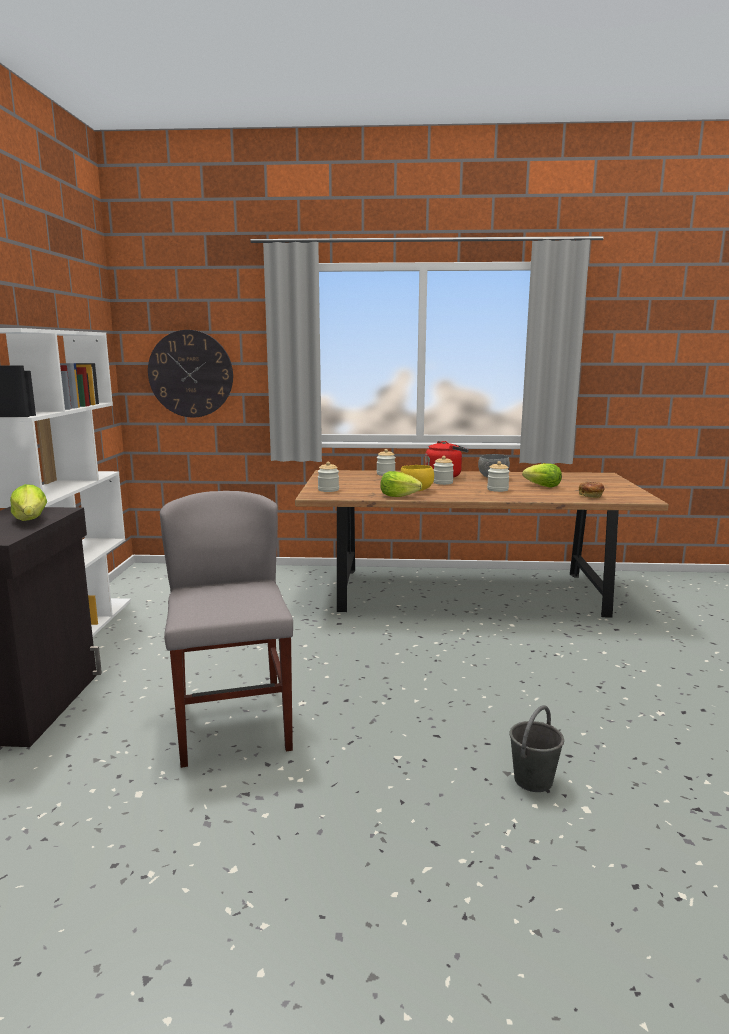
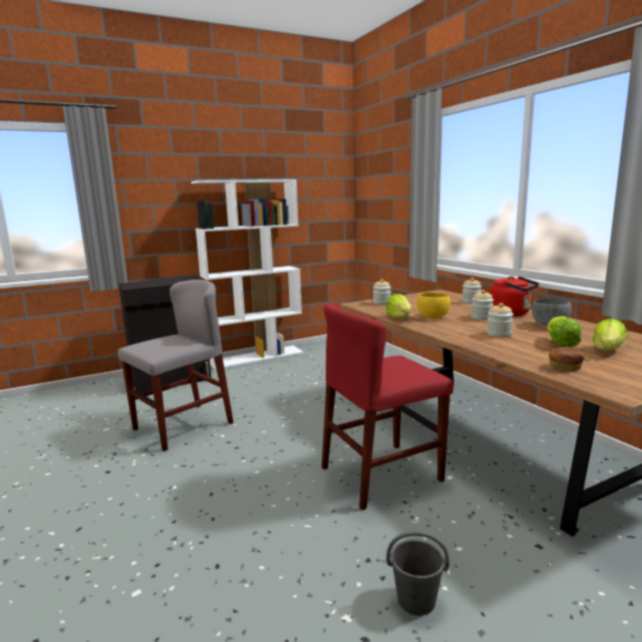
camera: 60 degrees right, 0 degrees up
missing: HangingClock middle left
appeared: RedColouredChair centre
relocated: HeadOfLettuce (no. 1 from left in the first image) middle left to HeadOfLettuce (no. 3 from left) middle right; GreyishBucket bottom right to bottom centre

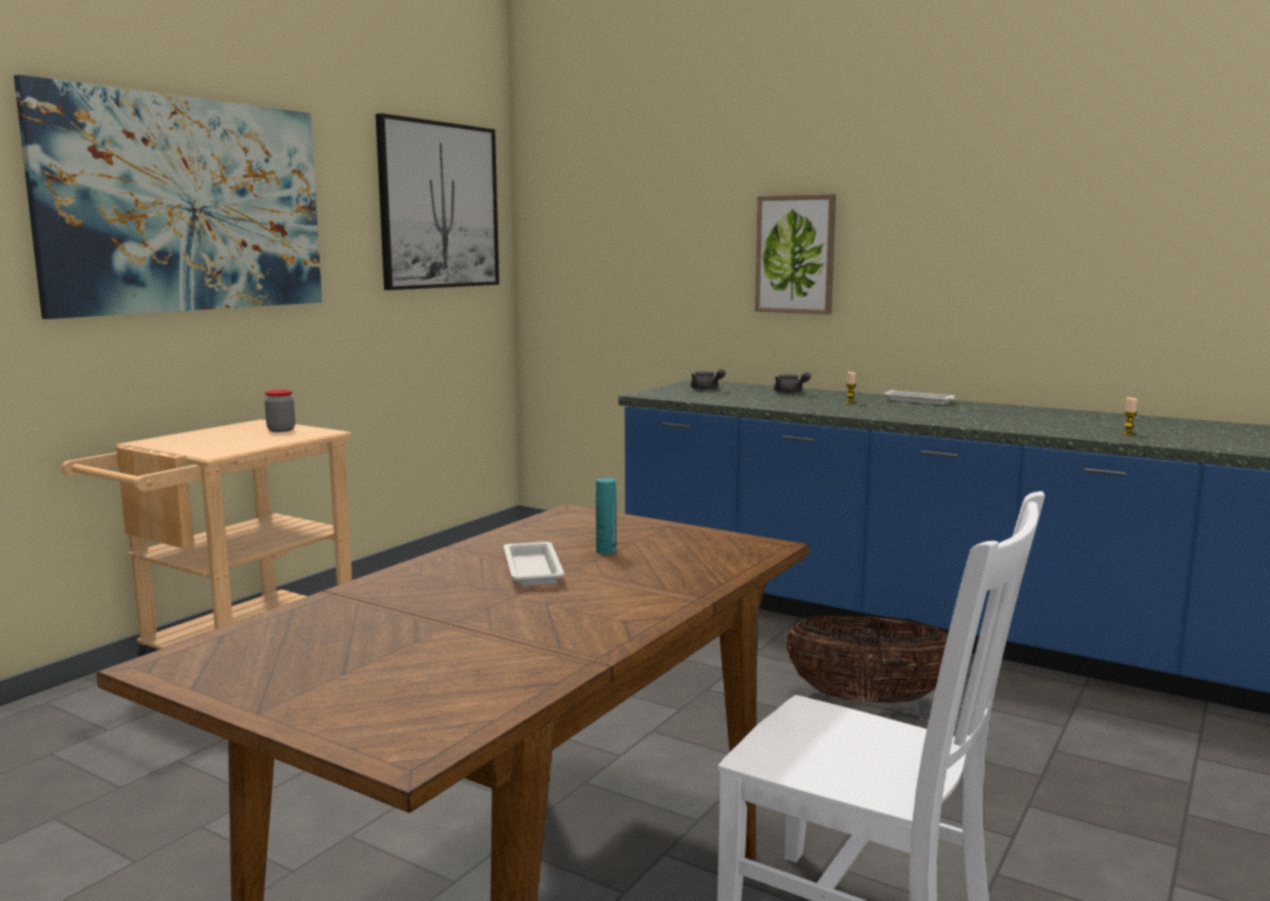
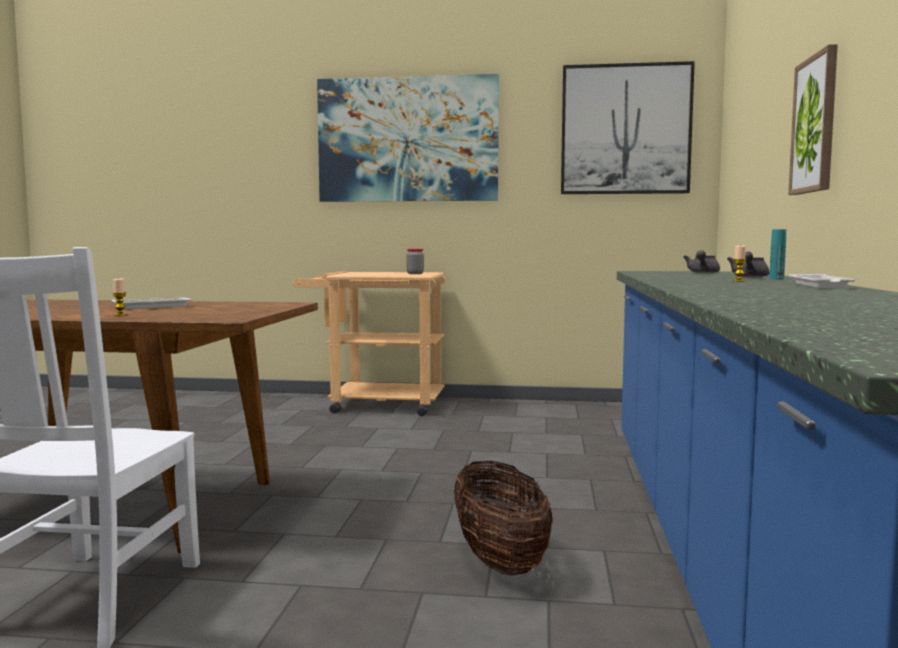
camera: 65 degrees right, 5 degrees down
relocated: TurquoiseBottle centre to middle right; Candle (no. 2 from left in the first image) middle right to Candle (no. 1 from left) middle left

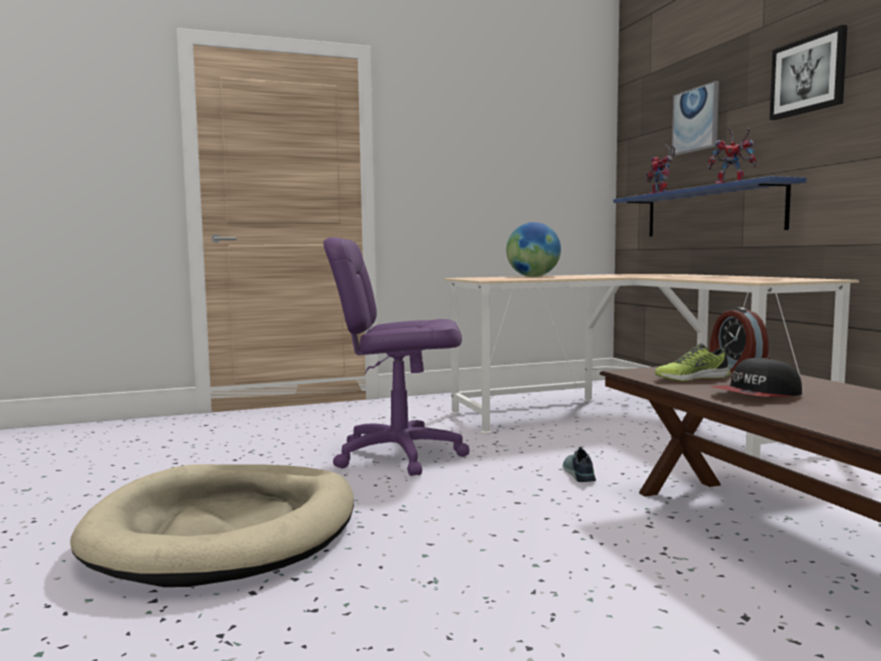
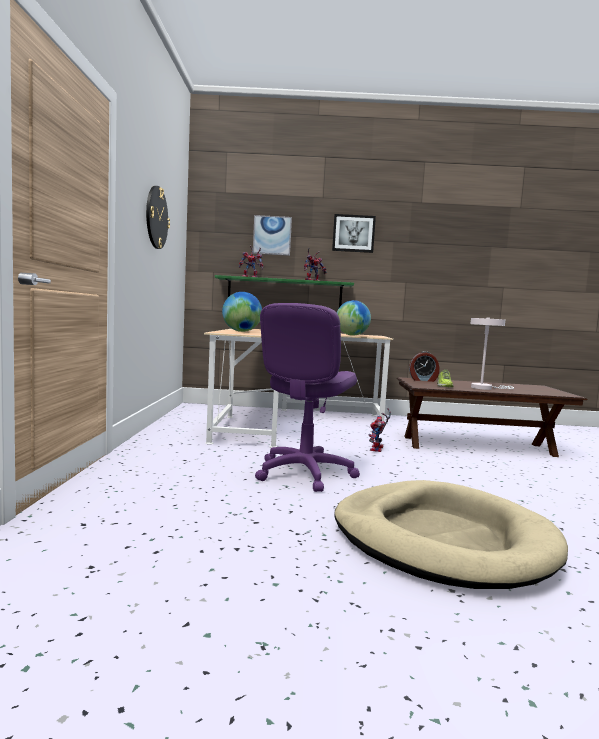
camera: 70 degrees left, 0 degrees up
appeared: HangingClock top left; Globe (no. 2 from left) centre
exchanged: Shoe (no. 1 from left) bottom centre to ModelRobot (no. 3 from left) centre; PeakedCap middle right to WhiteColouredTableLamp middle right
colour: BlueWallShelf top right to GreenWallShelf centre

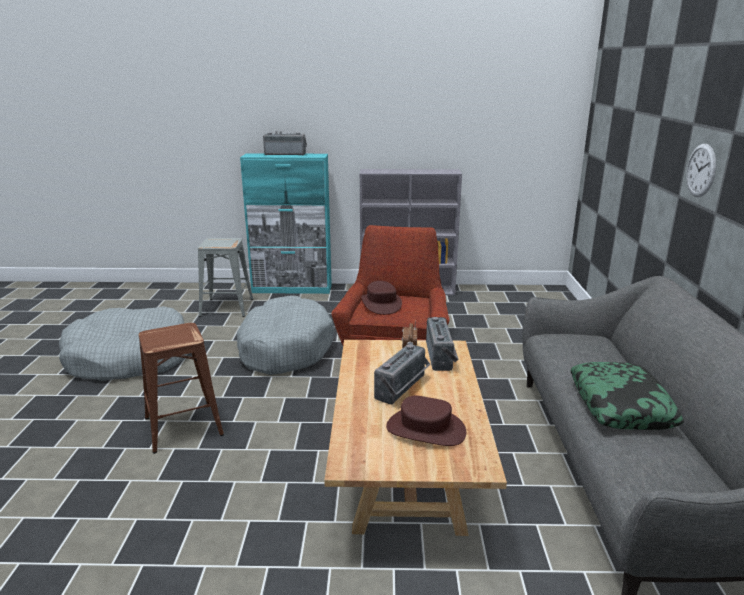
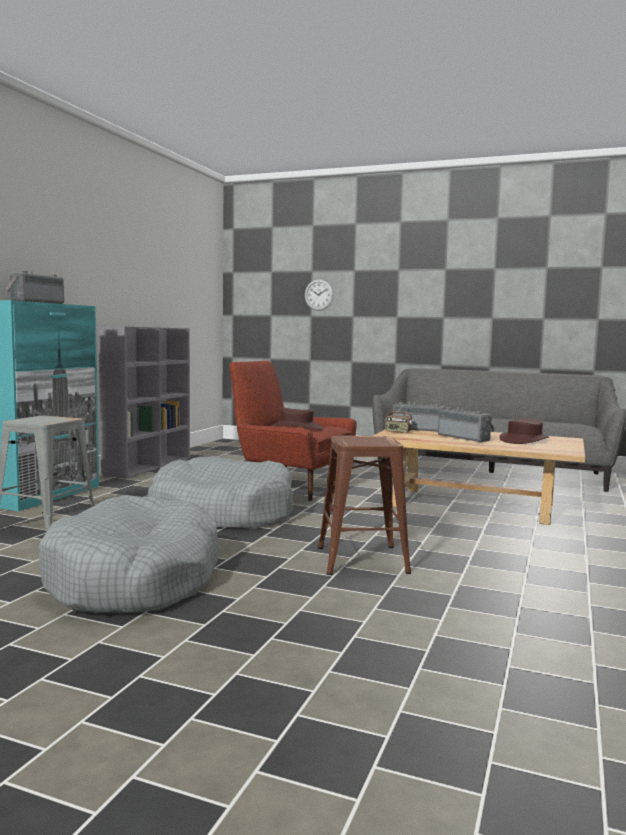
camera: 70 degrees left, 15 degrees down
missing: Cushion middle right
relocated: HangingClock top right to centre

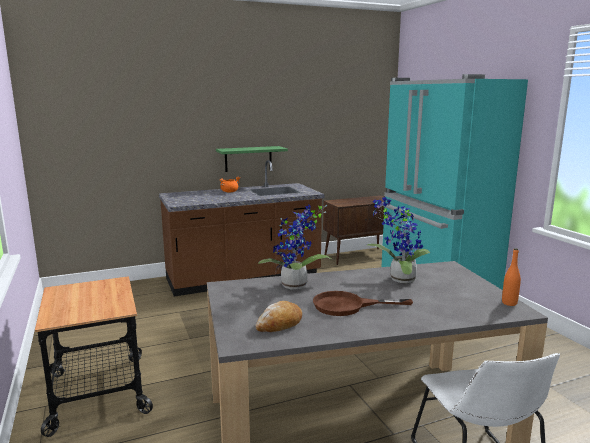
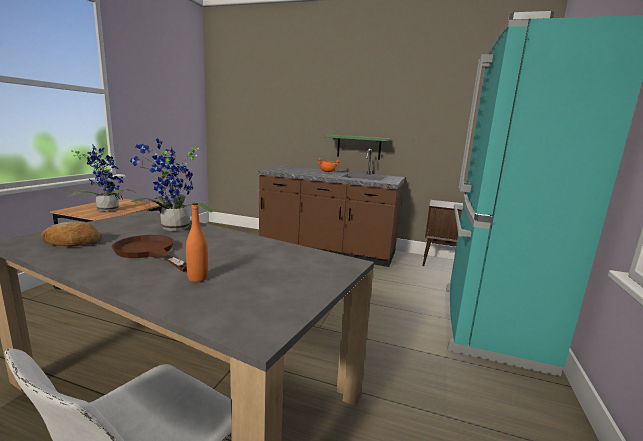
camera: 40 degrees right, 0 degrees up
relocated: PottedPlant (no. 2 from left in the first image) middle right to PottedPlant (no. 1 from left) middle left; OrangeBottle middle right to middle left

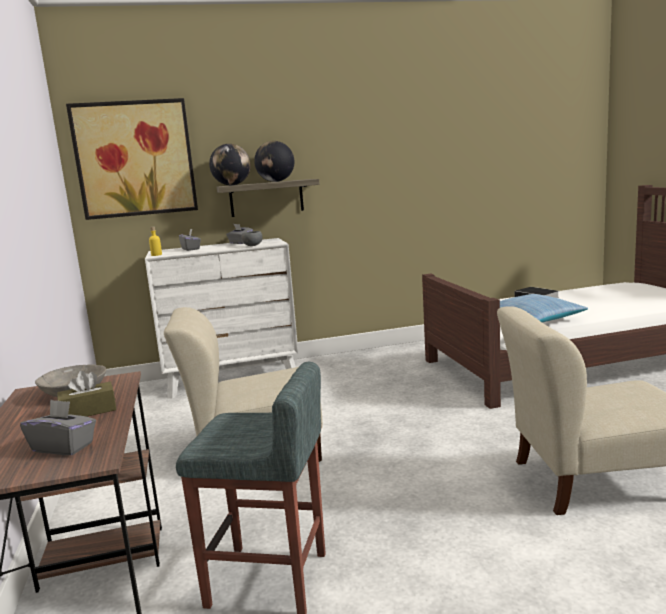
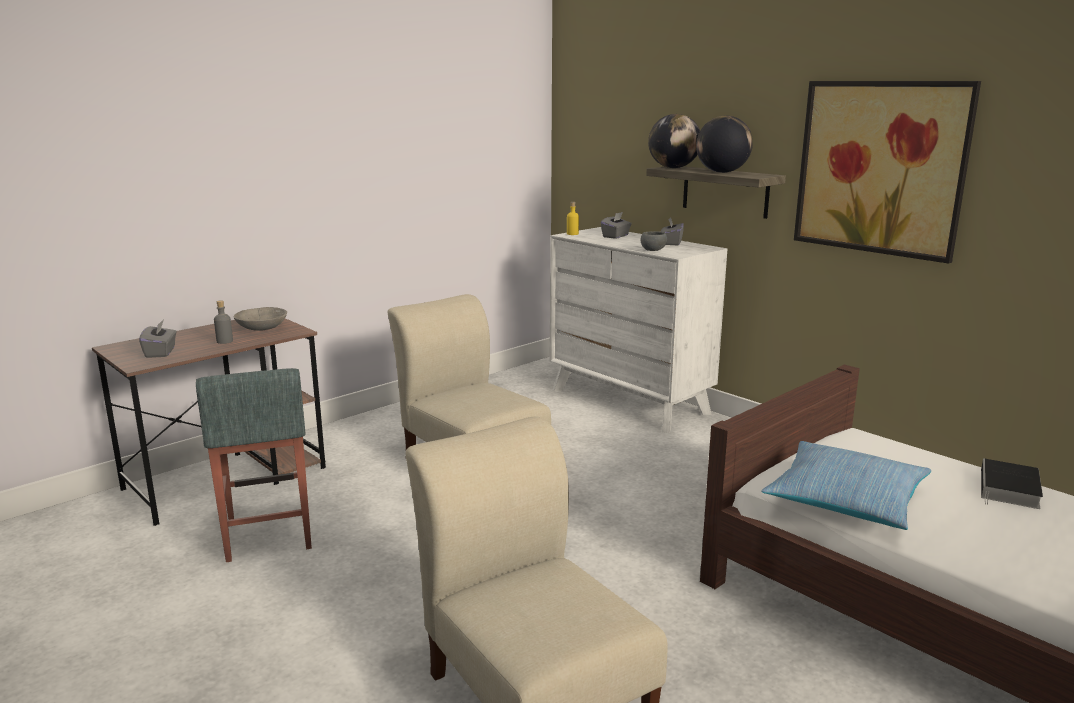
camera: 60 degrees right, 5 degrees up
relocated: WallPicture top left to top right
exchanged: BrownishTissueBox middle left to GreyishBottle middle left

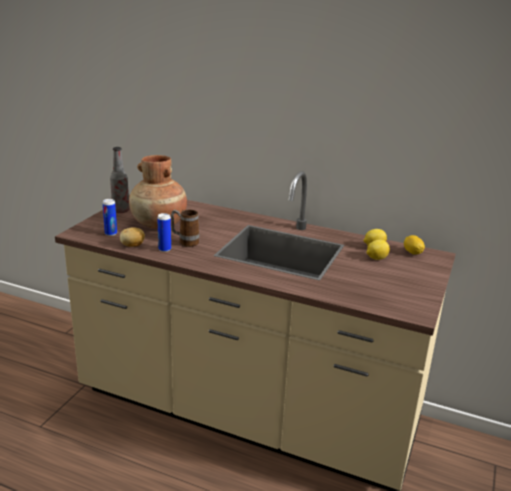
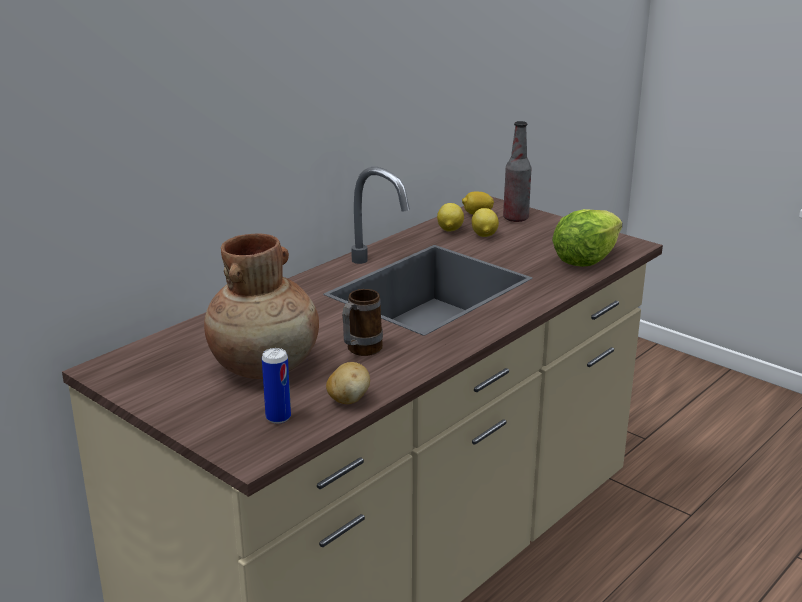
camera: 70 degrees left, 0 degrees up
missing: SealedCan (no. 2 from left) middle left
appeared: HeadOfLettuce middle right
relocated: Bottle middle left to top centre

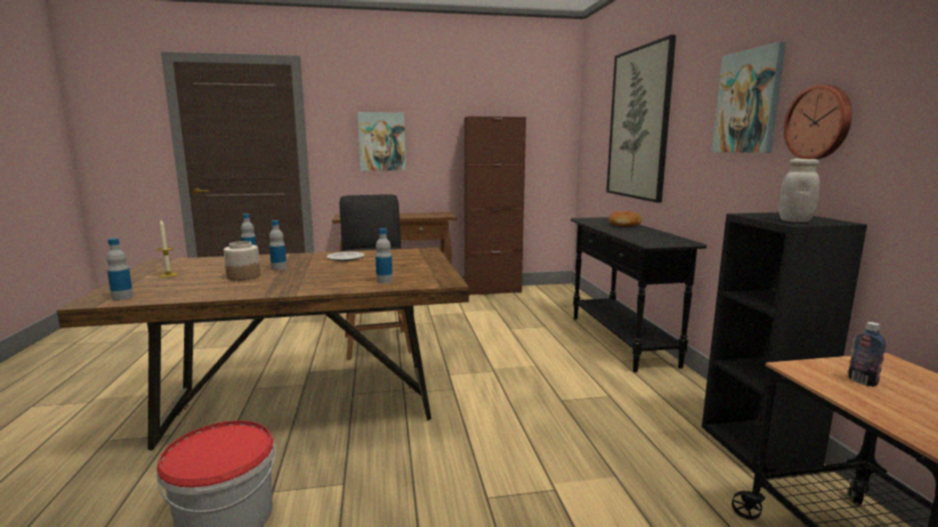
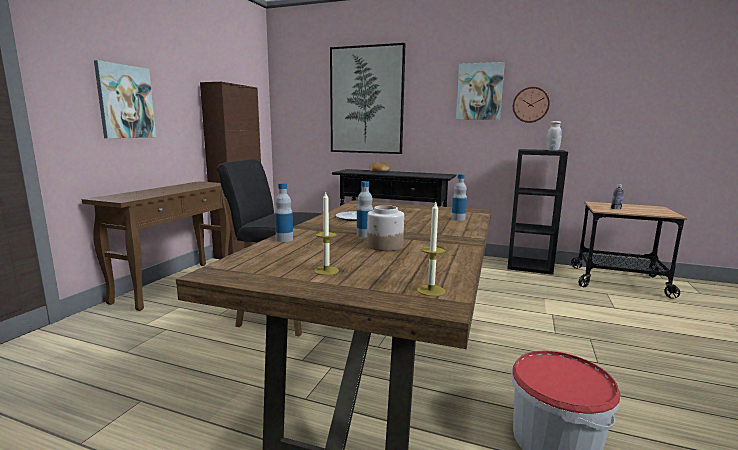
camera: 60 degrees left, 0 degrees up
exchanged: Bottle (no. 1 from left) middle left to Candle (no. 2 from left) centre

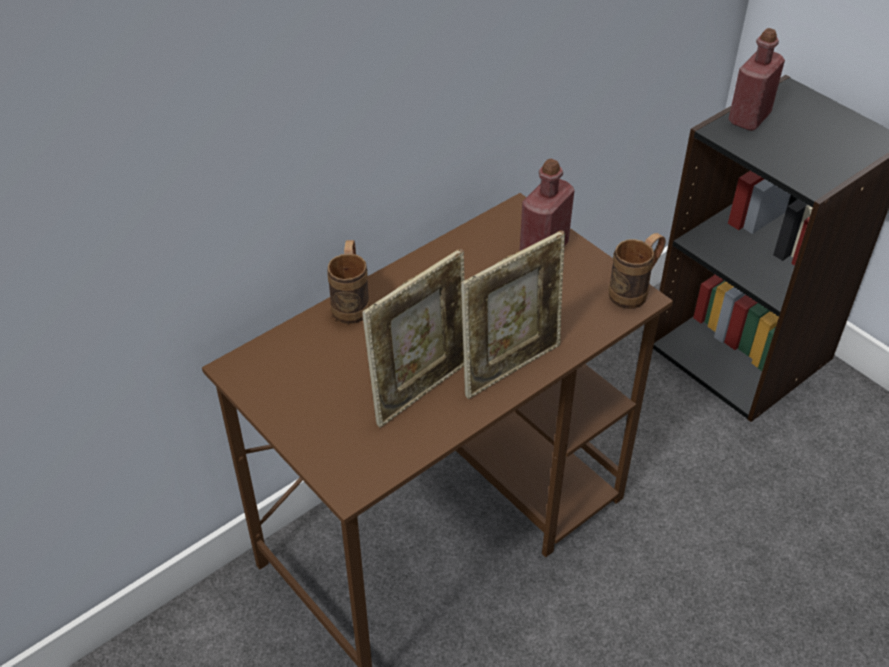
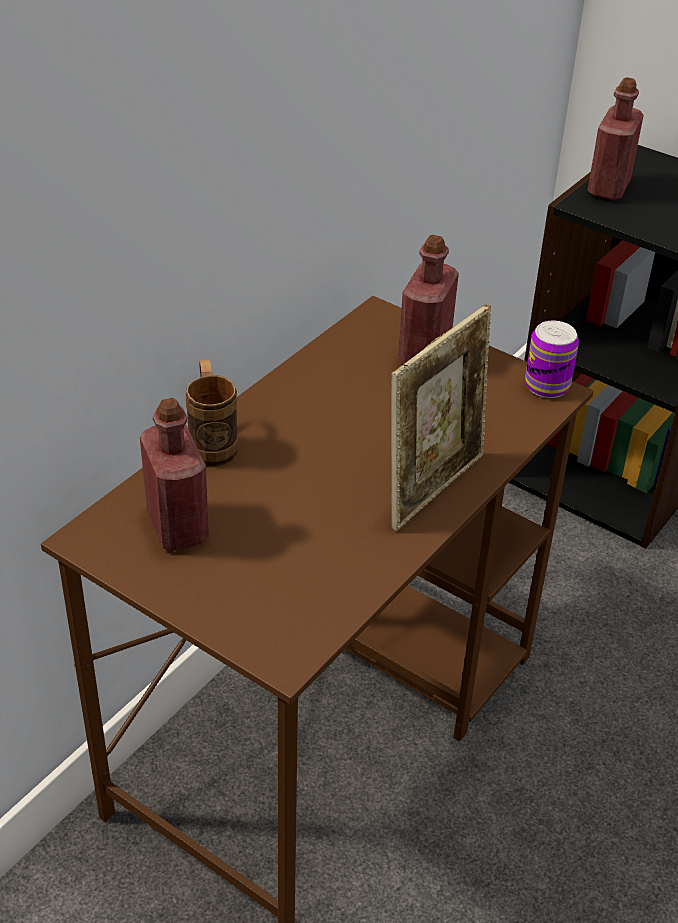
camera: 15 degrees left, 5 degrees down
missing: PictureFrame (no. 1 from left) centre
appeared: RedColouredBottle (no. 1 from left) middle left
exchanged: BrownishMug (no. 2 from left) middle right to SealedCan middle right

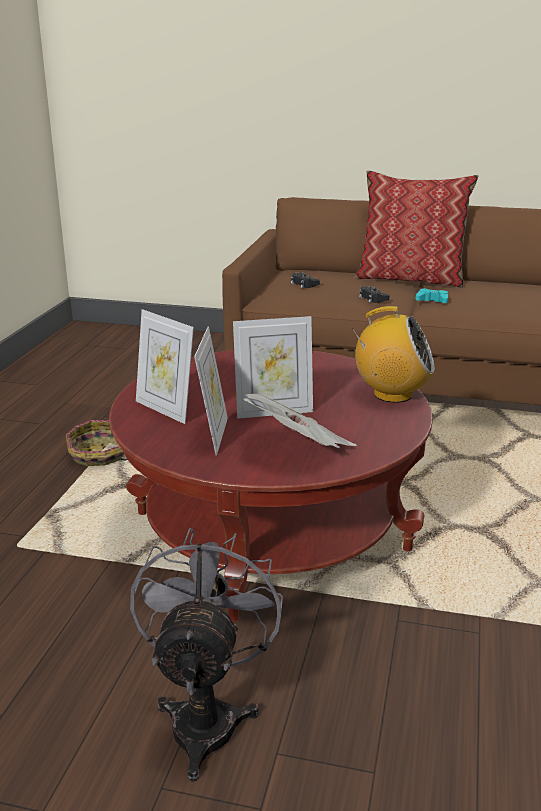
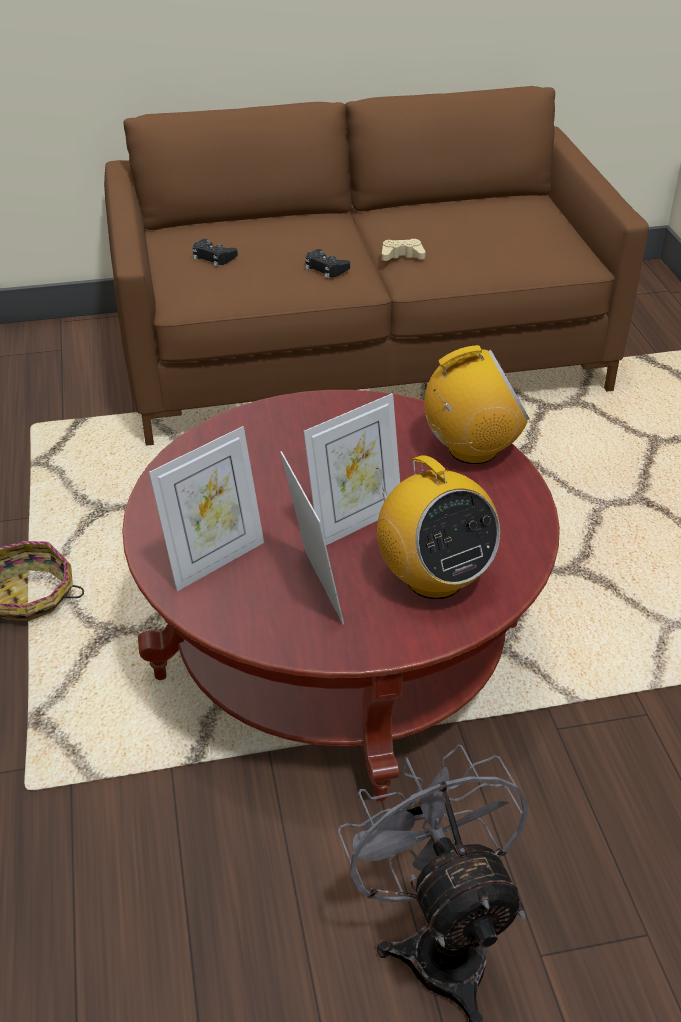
camera: 25 degrees left, 15 degrees up
missing: Cushion top right
exchanged: PrintedPaper centre to RadioReceiver (no. 1 from left) centre
colour: TurquoiseGameController middle right to BeigeGameController top centre
spun: PictureFrame (no. 1 from left) middle left = middle left 60 degrees counterclockwise

